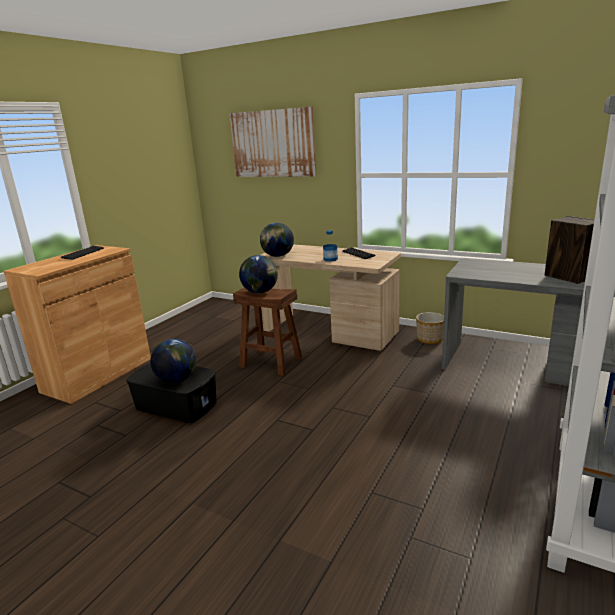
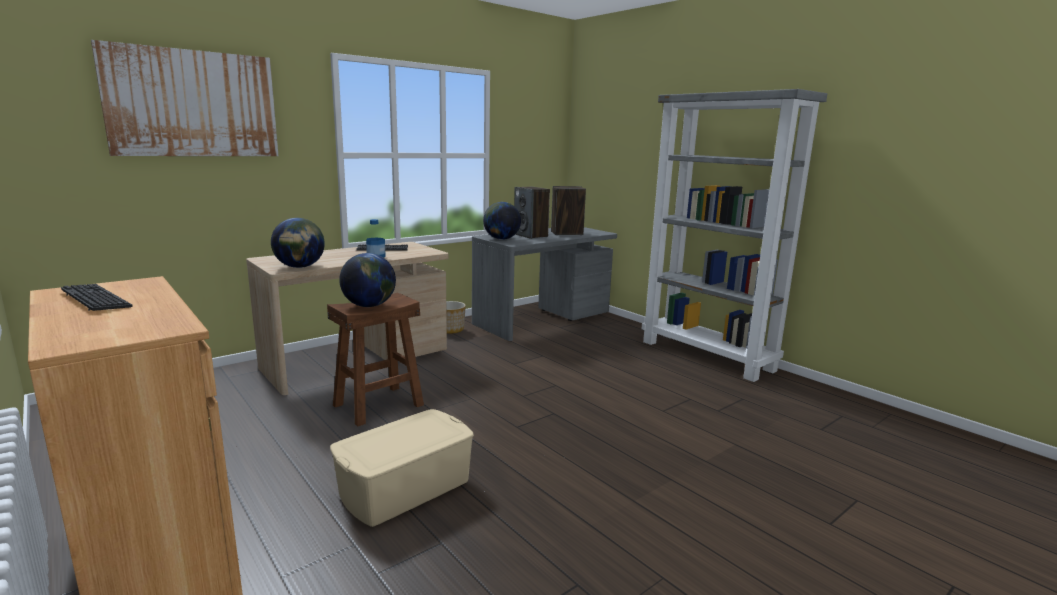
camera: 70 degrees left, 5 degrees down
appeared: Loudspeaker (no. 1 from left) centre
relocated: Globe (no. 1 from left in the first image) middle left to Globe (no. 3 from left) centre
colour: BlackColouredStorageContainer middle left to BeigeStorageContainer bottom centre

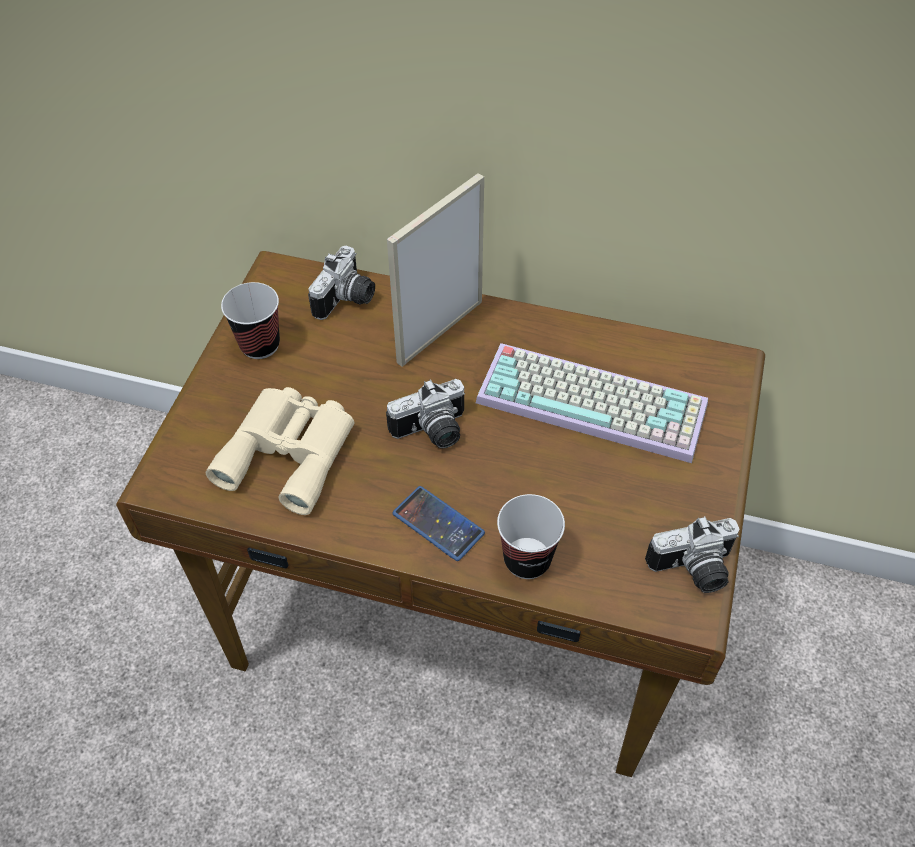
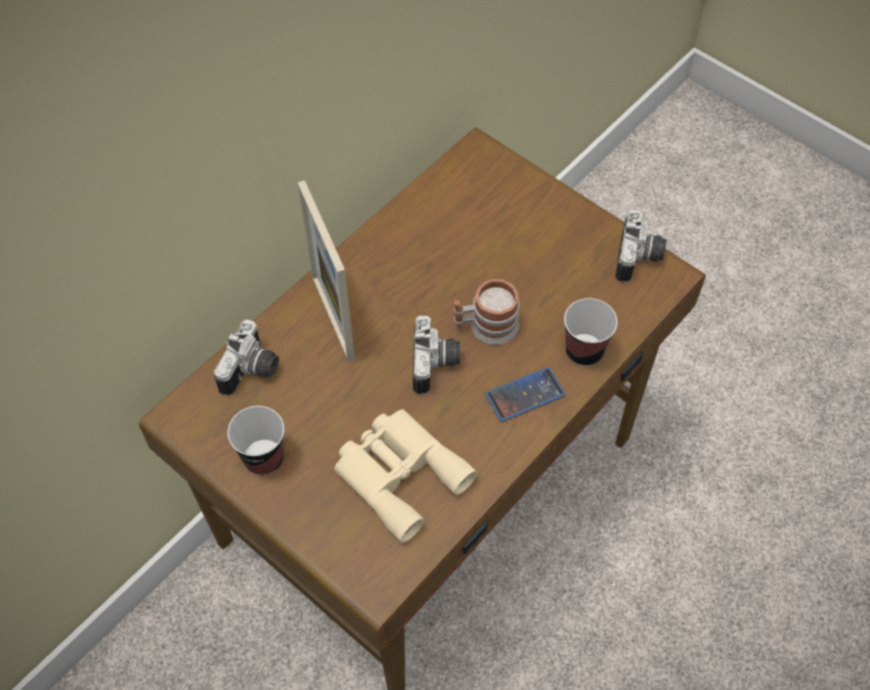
camera: 65 degrees left, 5 degrees up
missing: PcKeyboard centre
appeared: Mug centre
spun: PhotoCamera (no. 1 from left) centre = middle left 60 degrees clockwise

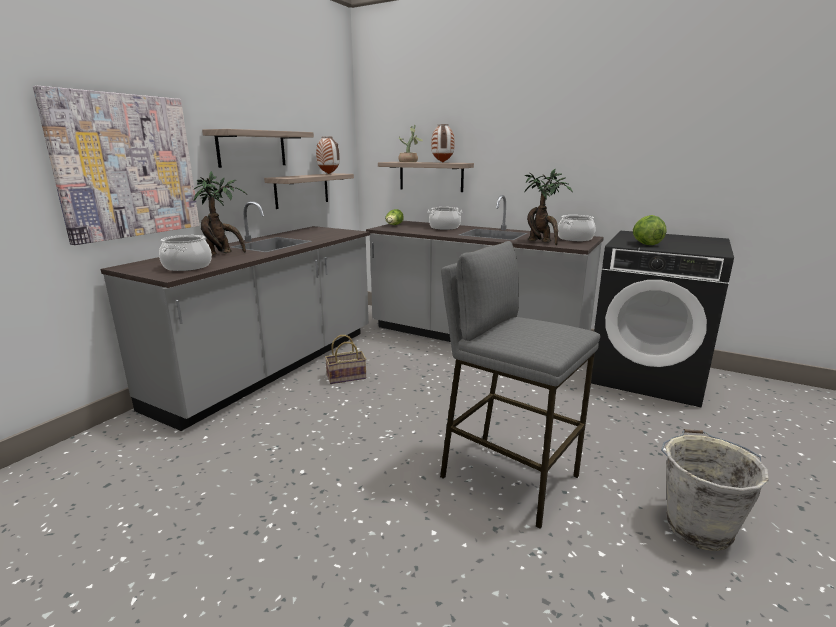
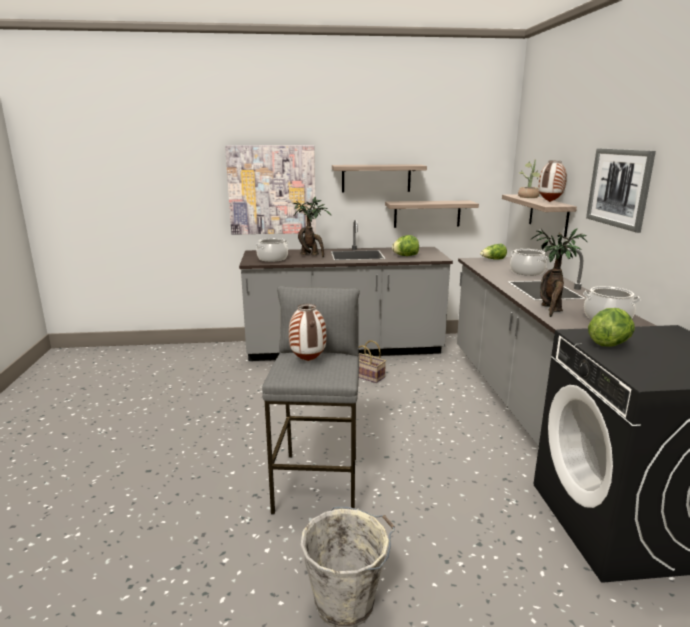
camera: 55 degrees right, 0 degrees up
appeared: HeadOfLettuce (no. 1 from left) centre; WallPicture (no. 2 from left) top right
relocated: Vase (no. 1 from left) top centre to centre

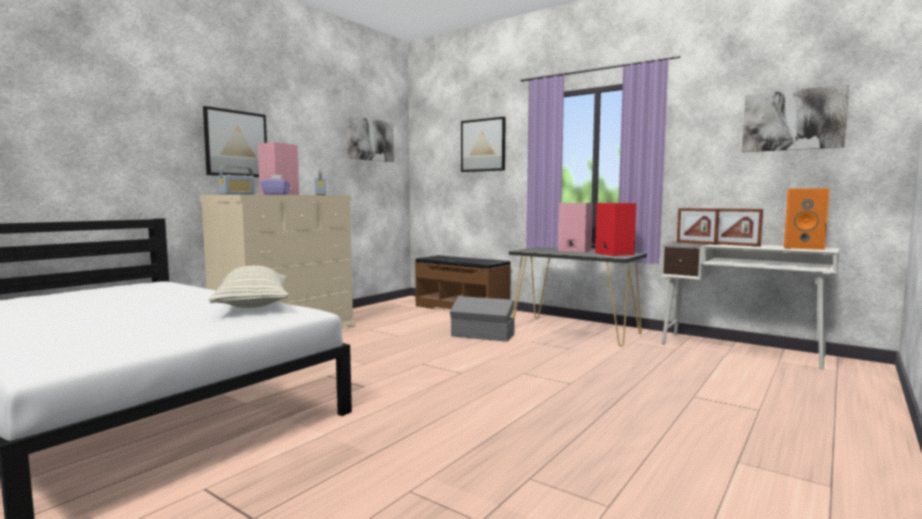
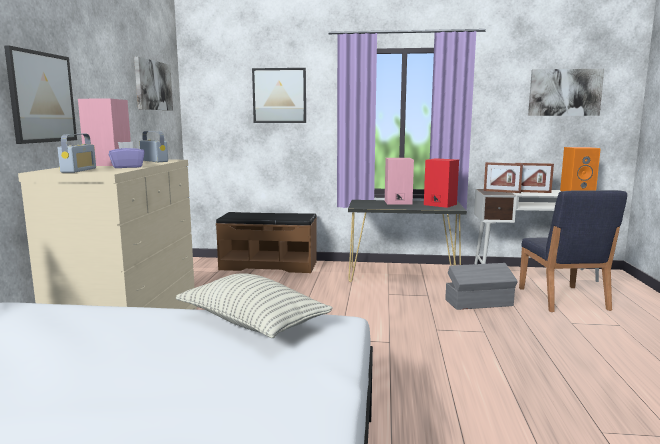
camera: 30 degrees left, 5 degrees up
appeared: BlueChair middle right
relocated: GreyishStorageContainer centre to middle right

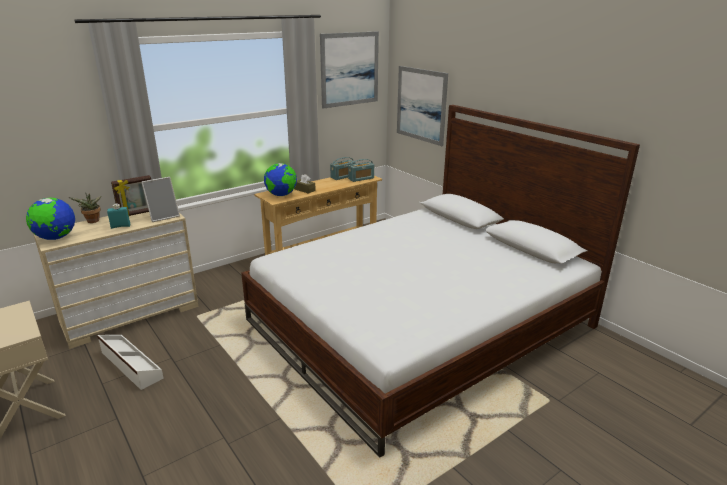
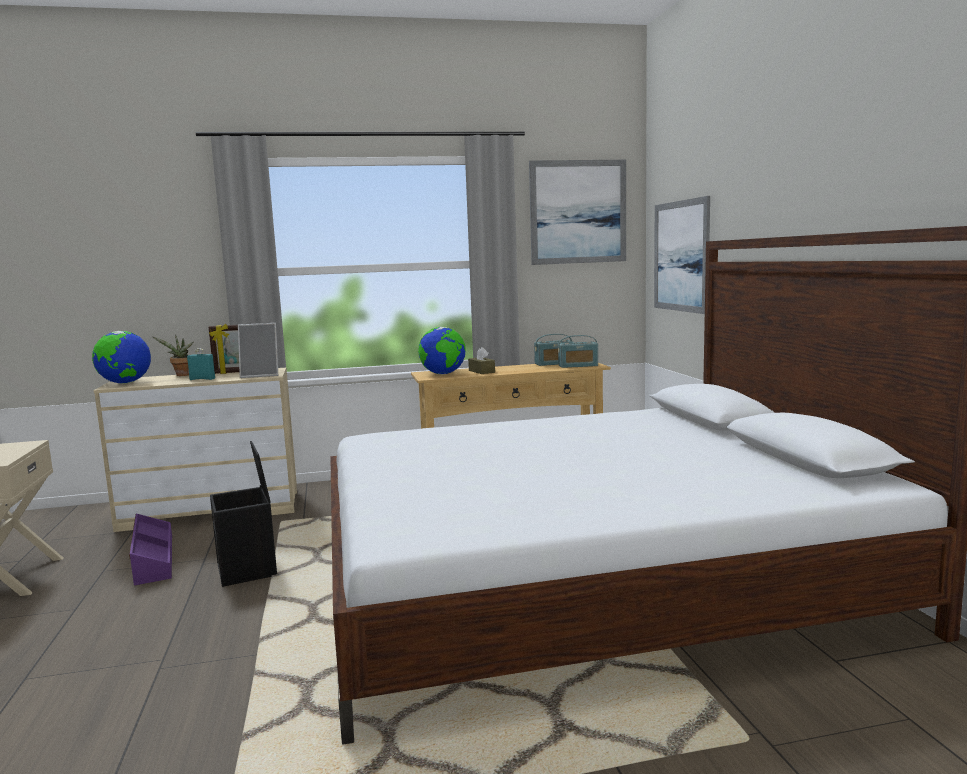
camera: 25 degrees right, 15 degrees down
appeared: BlackColouredStorageContainer middle left
colour: WhiteColouredStorageContainer bottom left to PurpleColouredStorageContainer bottom left

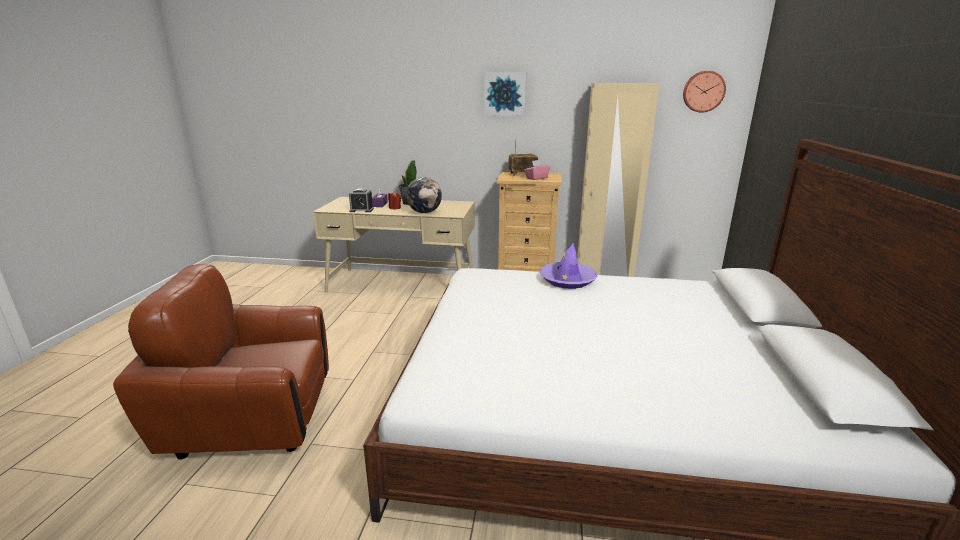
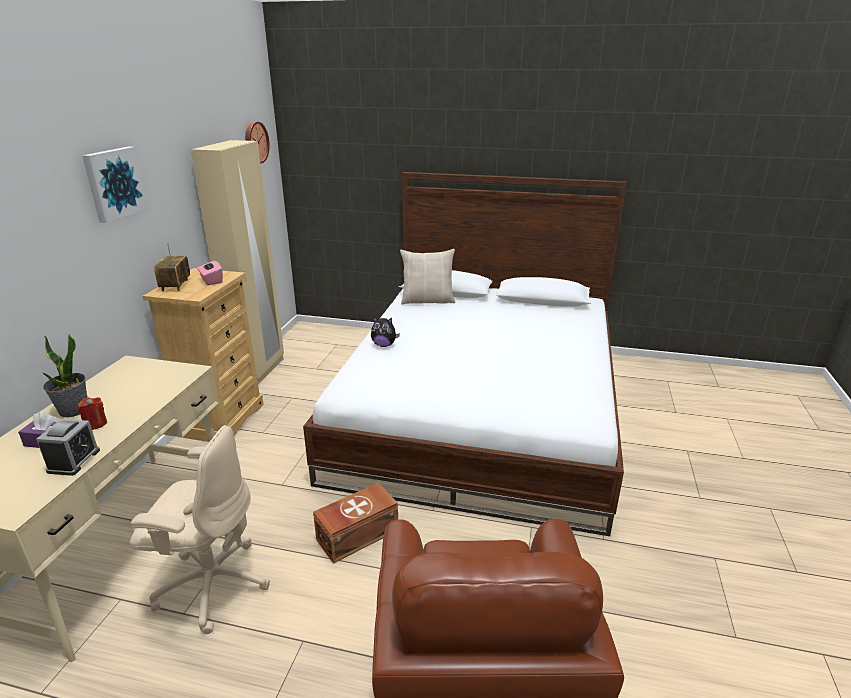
camera: 85 degrees left, 5 degrees up
missing: Globe centre
appeared: BeigeOfficeChair bottom left; BrownishStorageContainer bottom centre; BeigeCushion centre
exchanged: PurpleColouredWearableHat centre to CuddlyToy centre

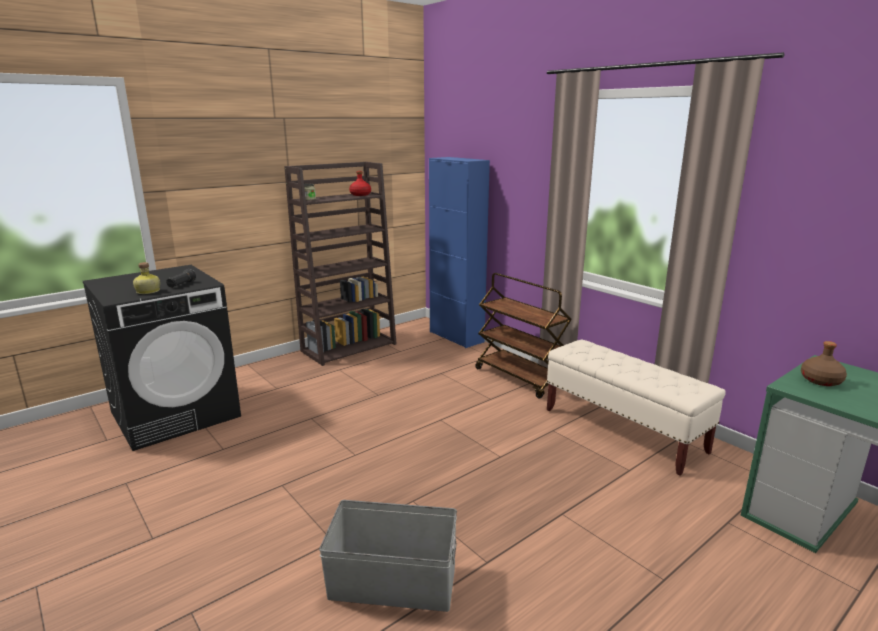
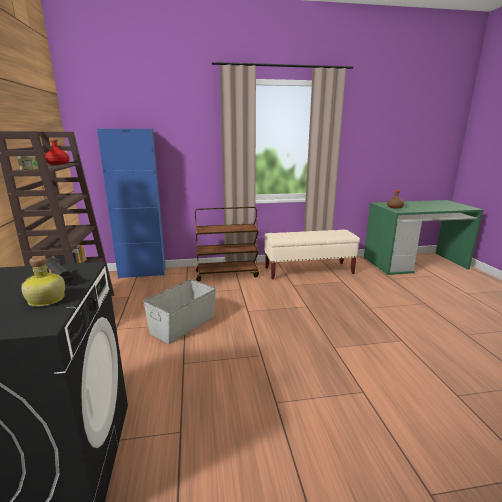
camera: 60 degrees left, 0 degrees up
relocated: GreyishStorageContainer bottom centre to centre

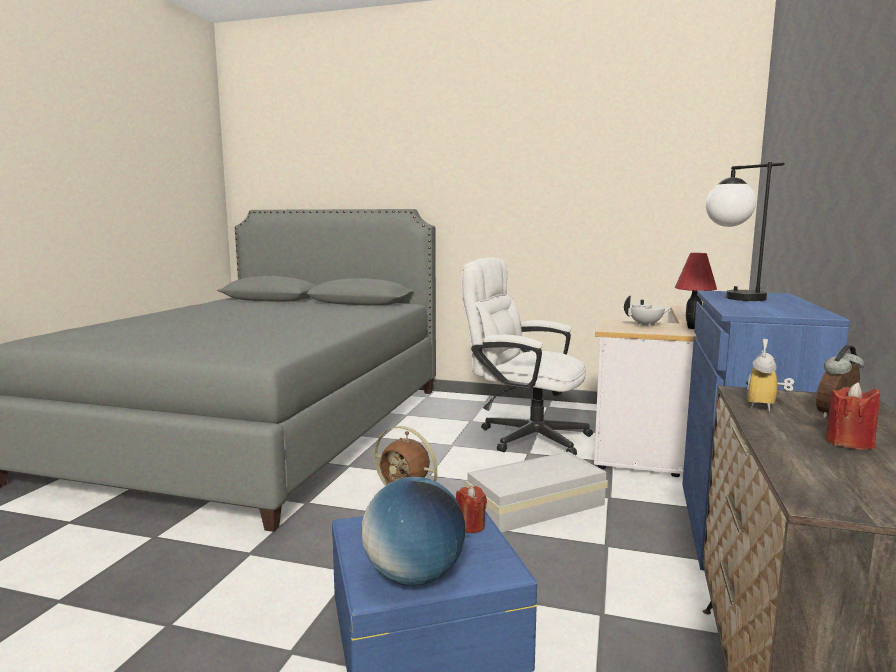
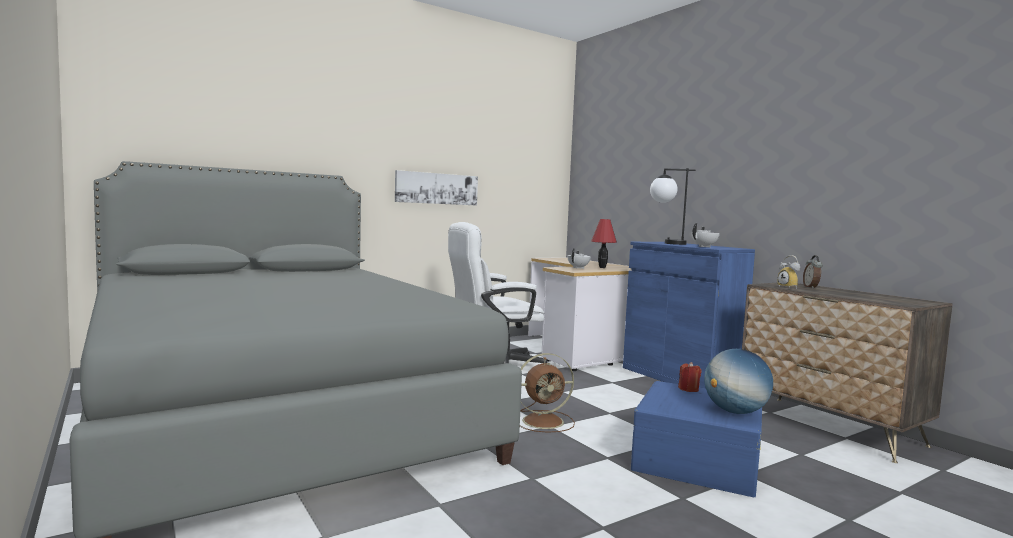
camera: 50 degrees left, 5 degrees down
missing: WhiteColouredStorageContainer bottom centre; RedColouredCandle (no. 2 from left) middle right
appeared: WallPicture centre; WhiteColouredPotForTea (no. 2 from left) middle right

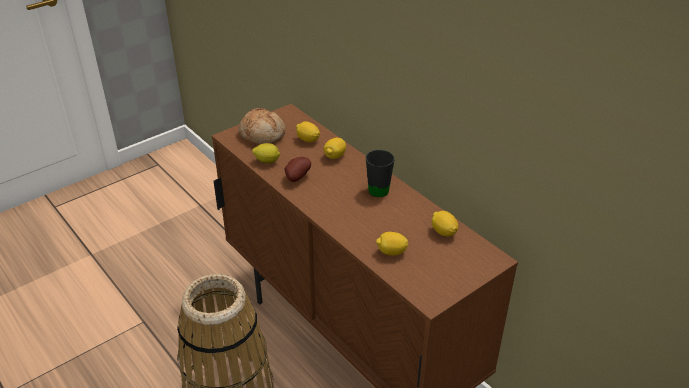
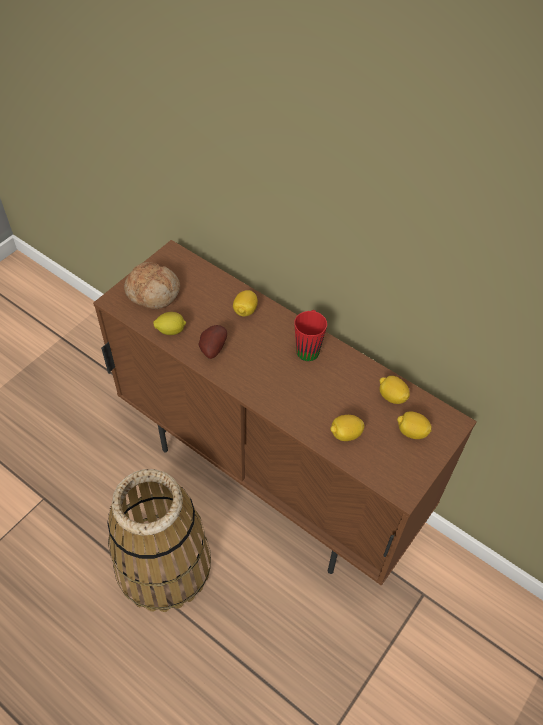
camera: 15 degrees left, 15 degrees up
relocated: CitrusFruit (no. 2 from left in the first image) centre to CitrusFruit (no. 5 from left) middle right
colour: BlackColouredMug centre to RedColouredMug centre

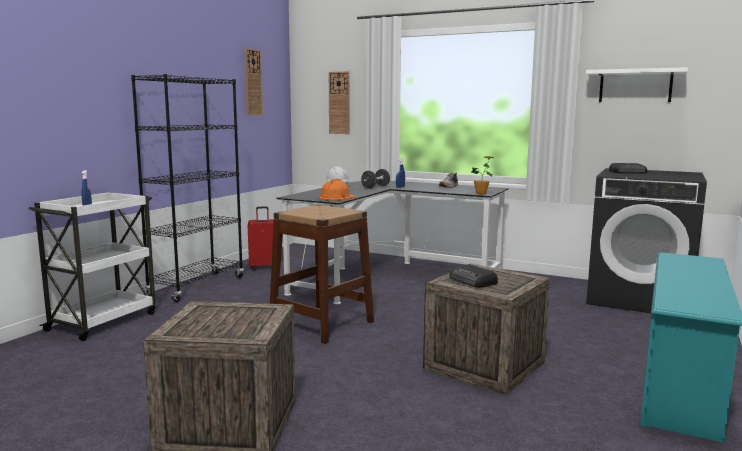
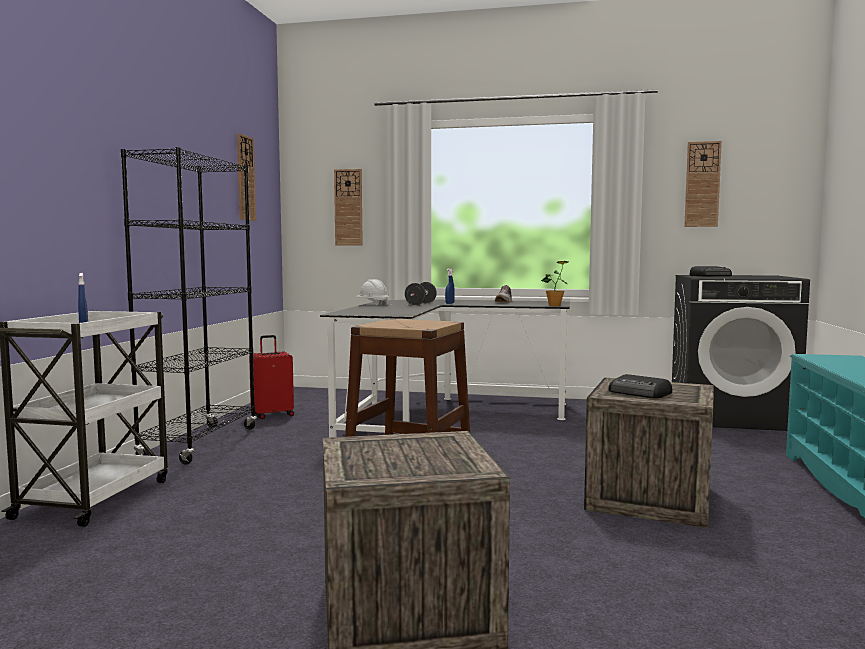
camera: 15 degrees left, 5 degrees down
missing: OrangeHardHat centre
exchanged: WhiteColouredWallShelf top right to HangingClock (no. 3 from left) top right

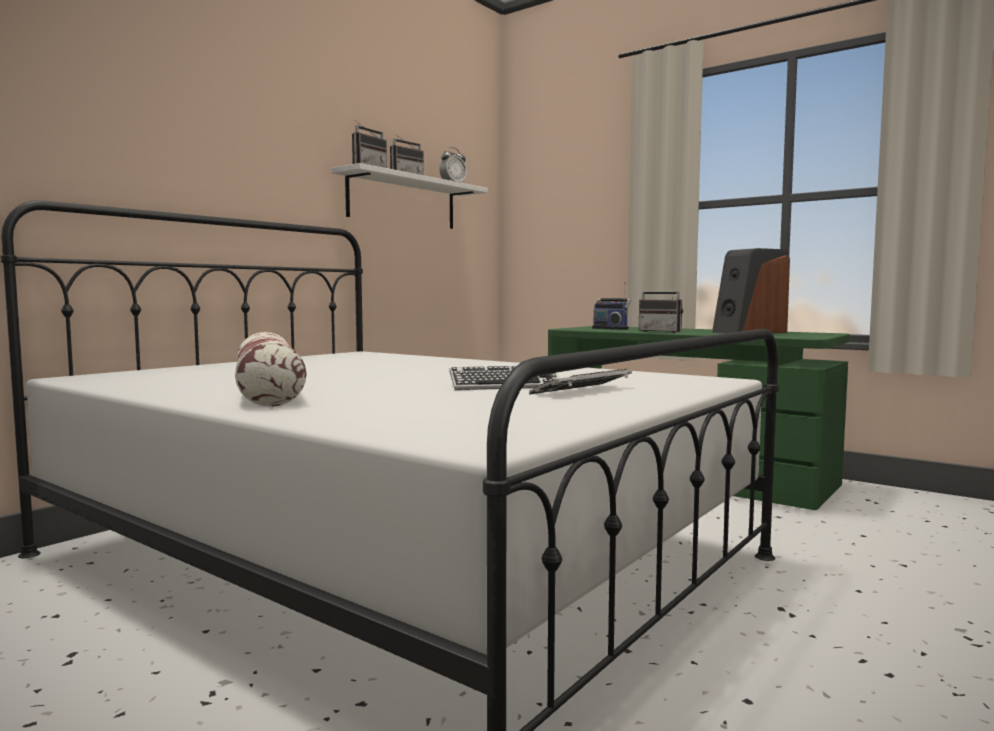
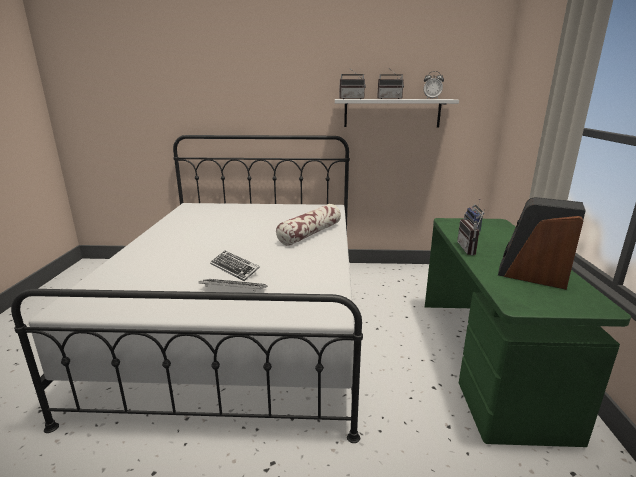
camera: 55 degrees right, 15 degrees up
relocated: Cushion middle left to centre

